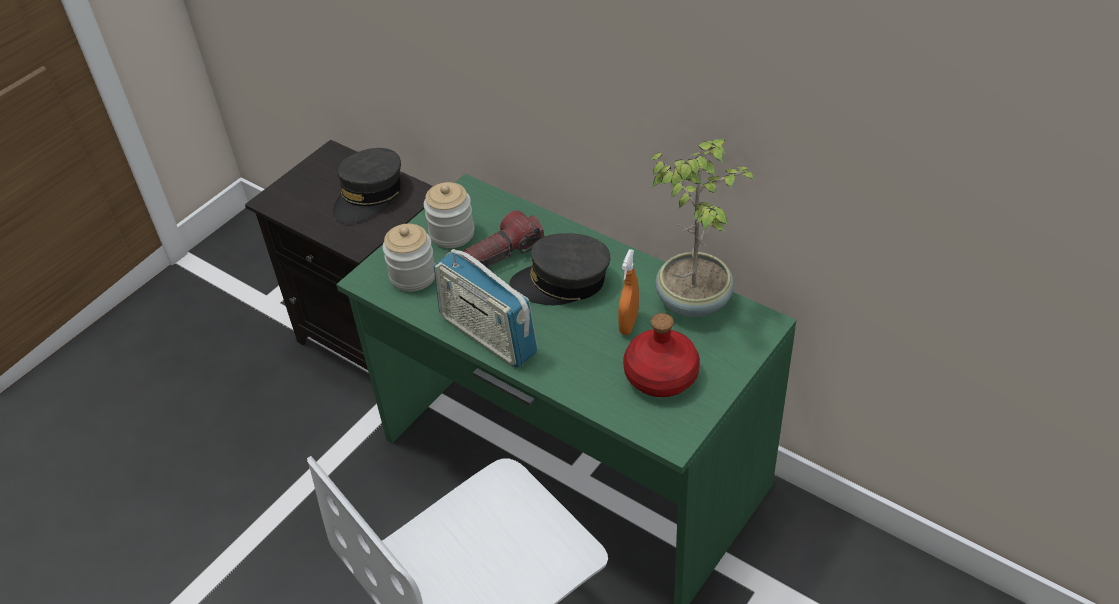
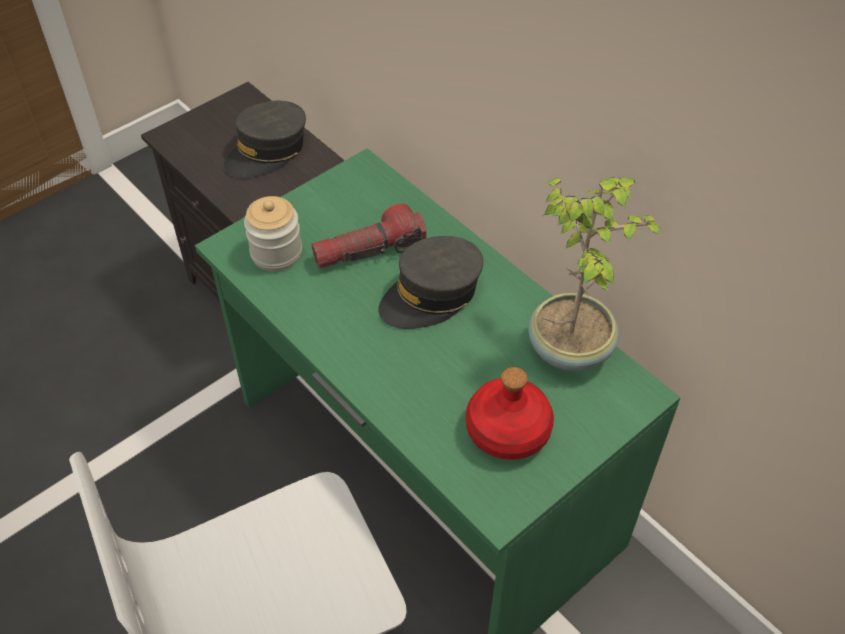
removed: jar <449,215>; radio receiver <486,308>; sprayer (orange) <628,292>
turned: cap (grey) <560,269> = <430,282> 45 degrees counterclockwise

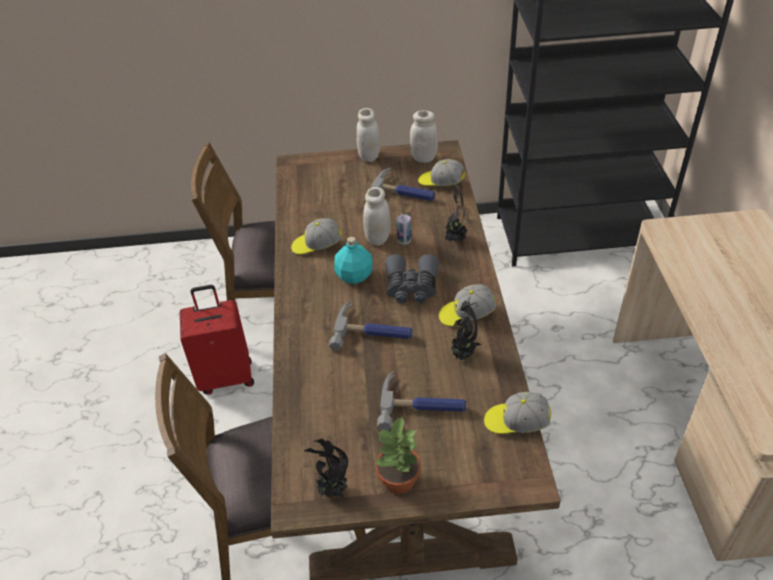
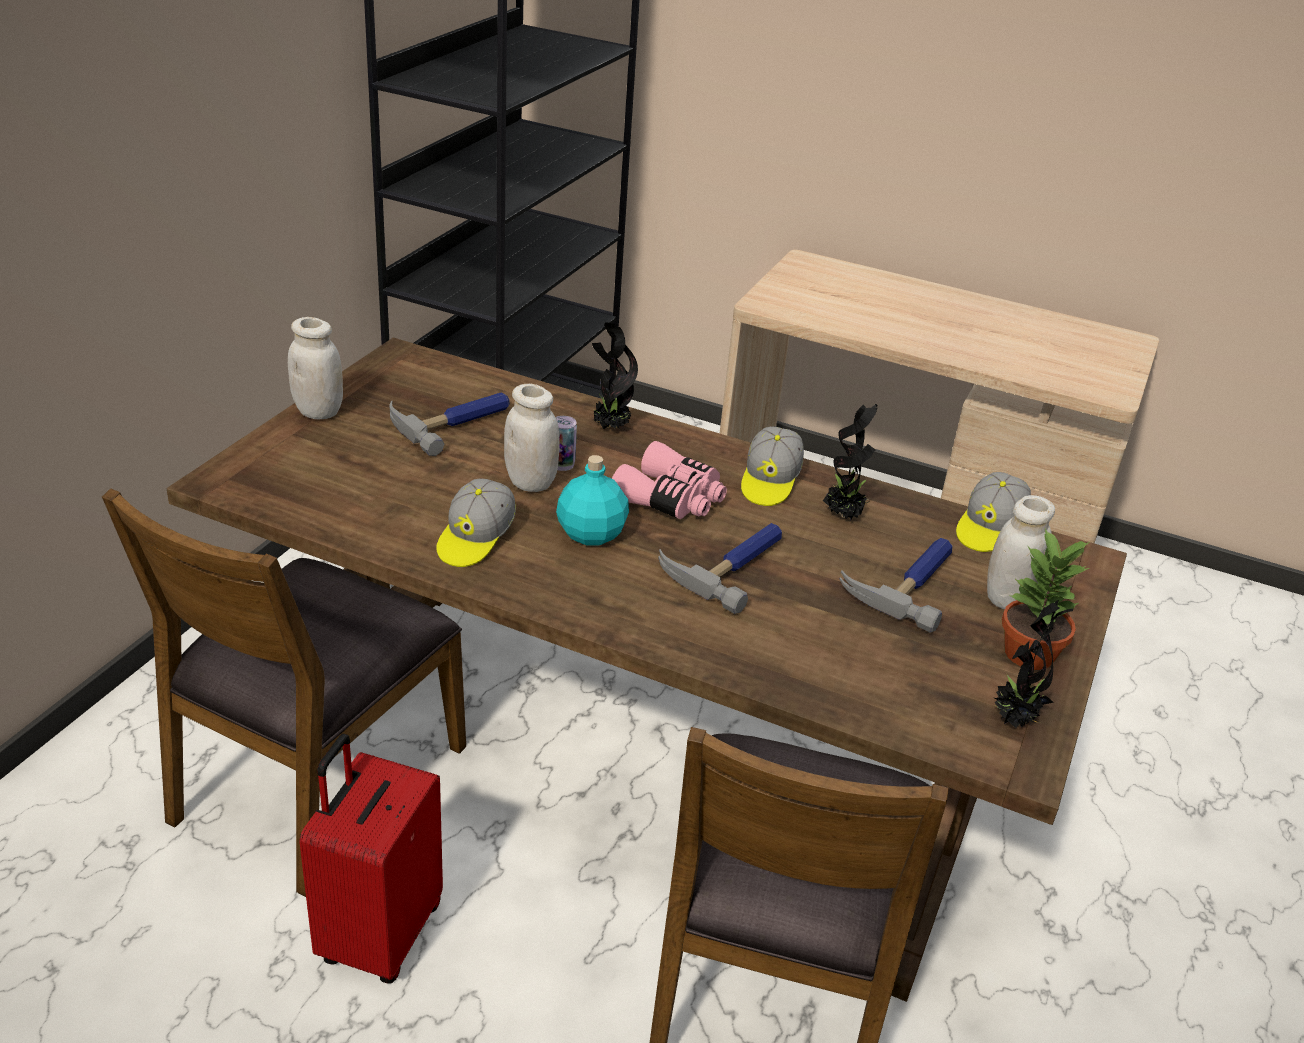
removed: cap <441,172>
moved: jar (whitish) <424,136> to <1021,552>
recoloured: pair of binoculars (grey) <412,279> to pair of binoculars (pink-coloured) <669,480>

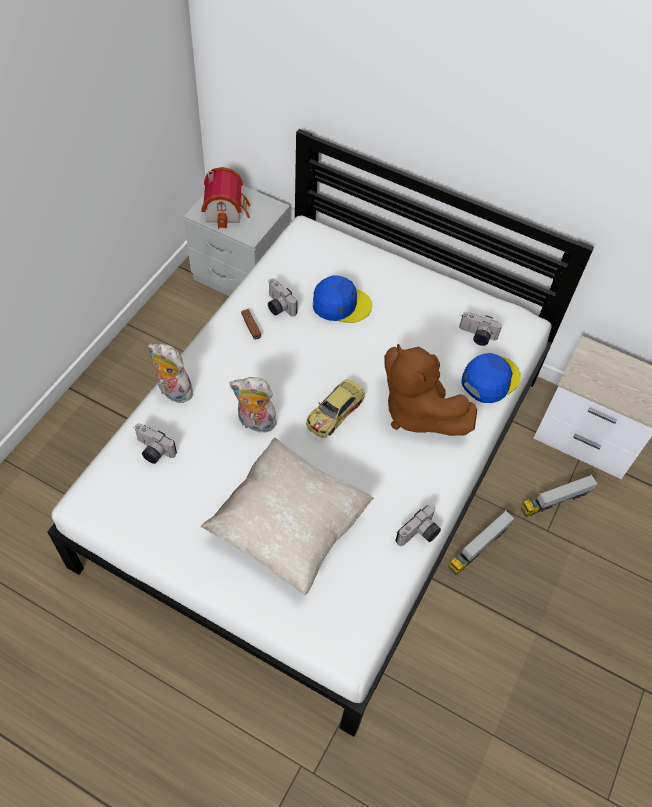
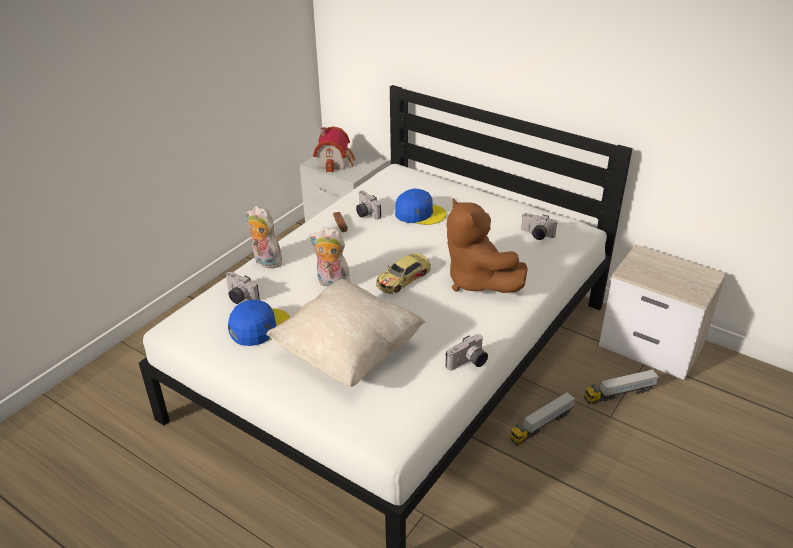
moved: cap (bluish) <491,378> to <259,323>

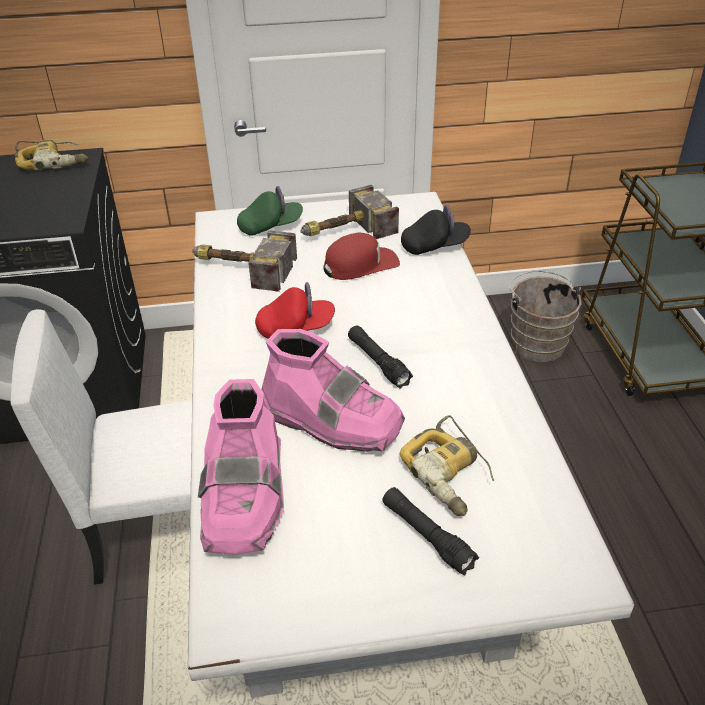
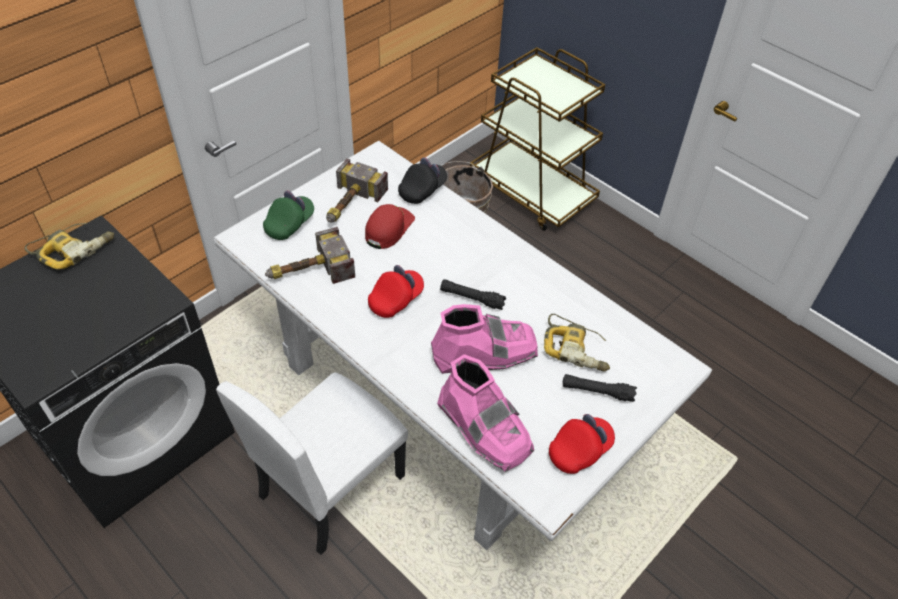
added: cap (red-coloured) <582,444>

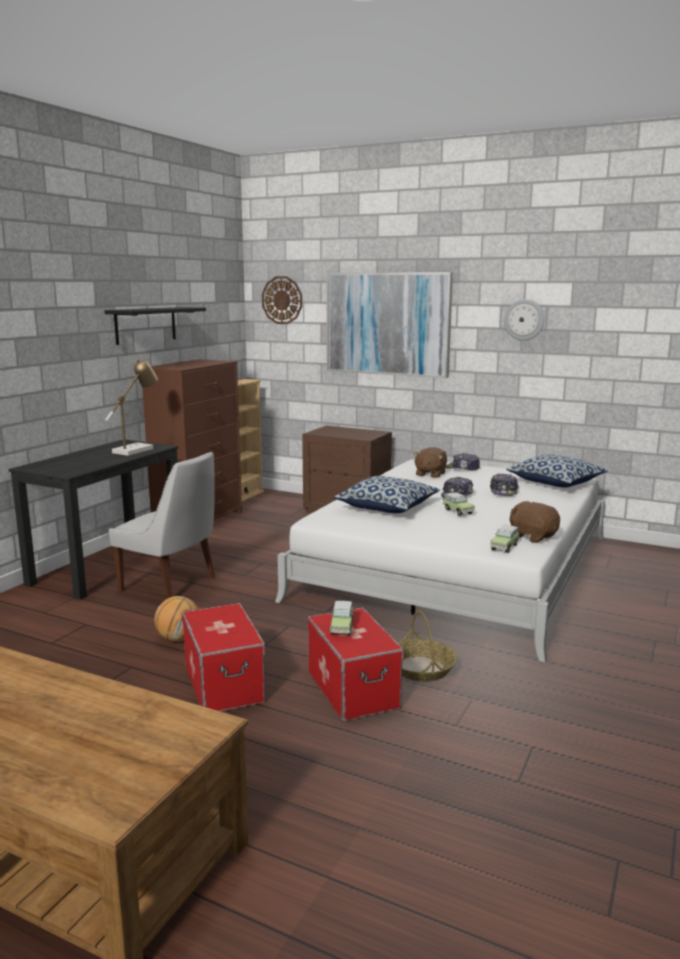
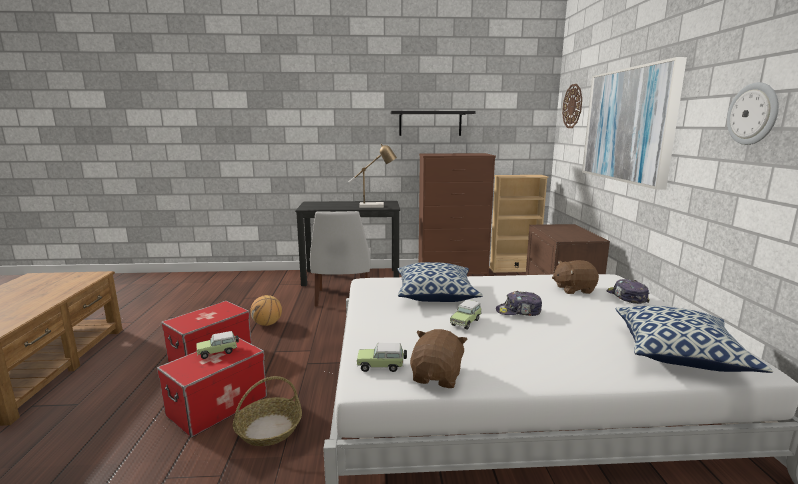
removed: cap <504,485>

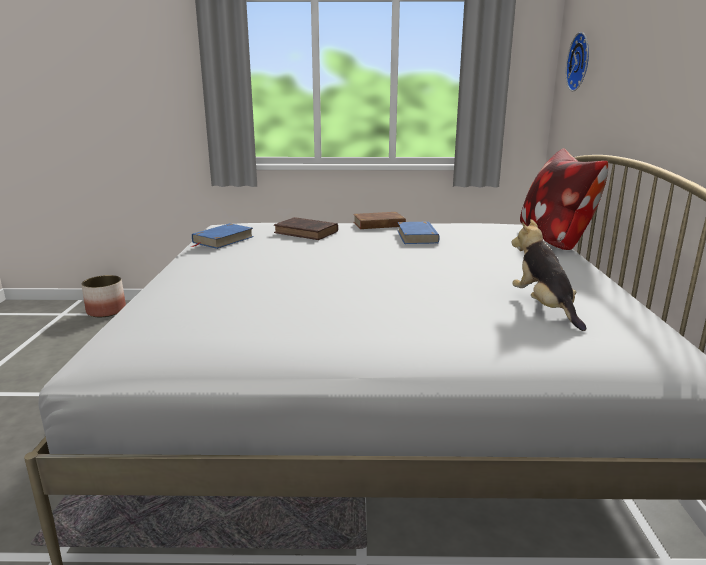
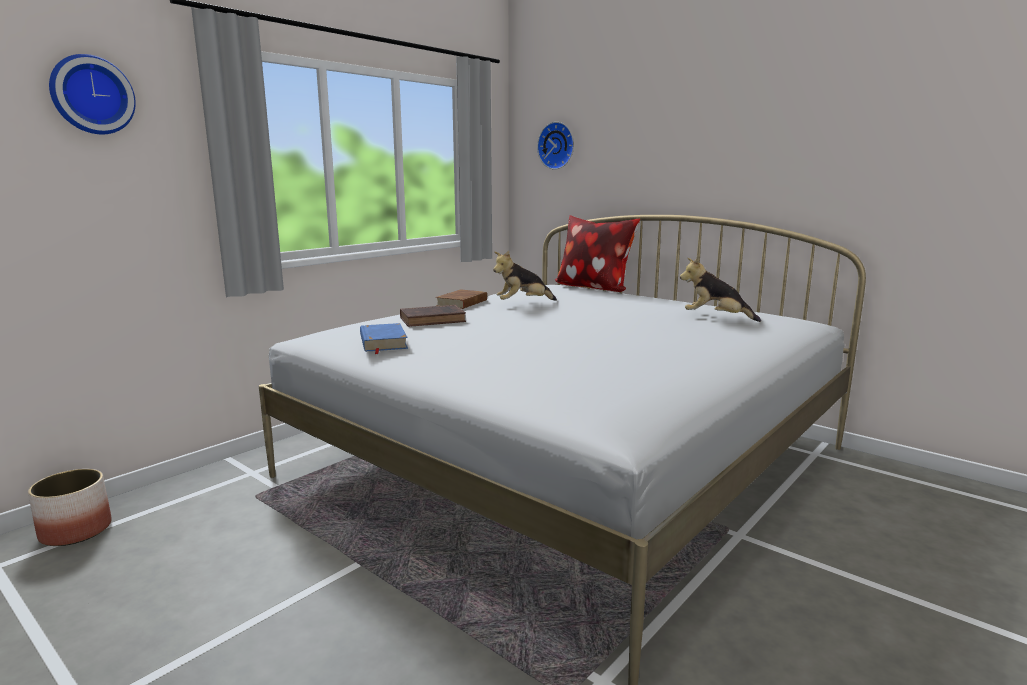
added: hanging clock <92,94>
replaced: book (bluish) <418,232> to cuddly toy <525,276>

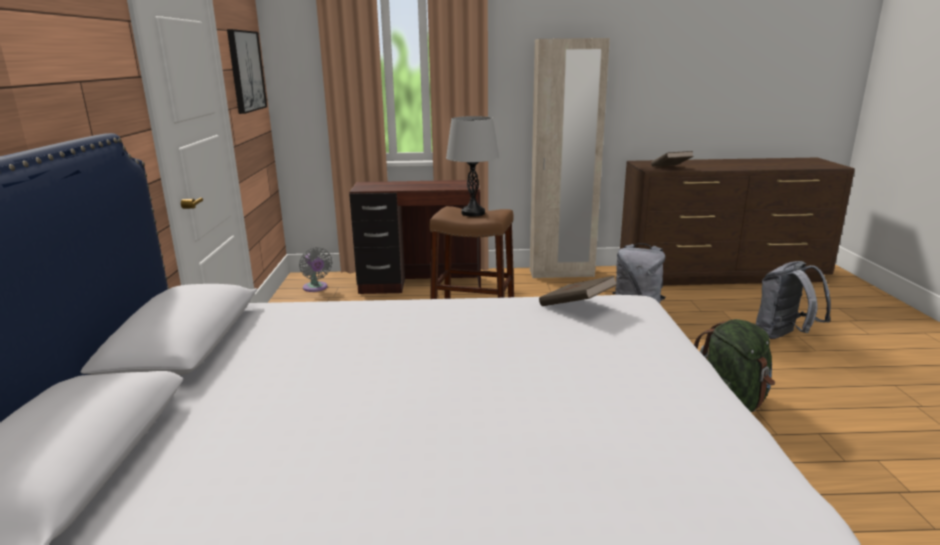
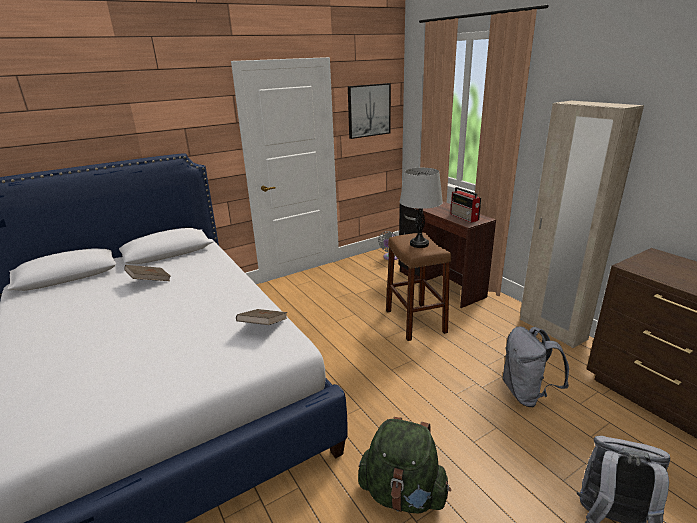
added: radio receiver <466,205>
moved: book (brownish) <672,159> to <147,273>

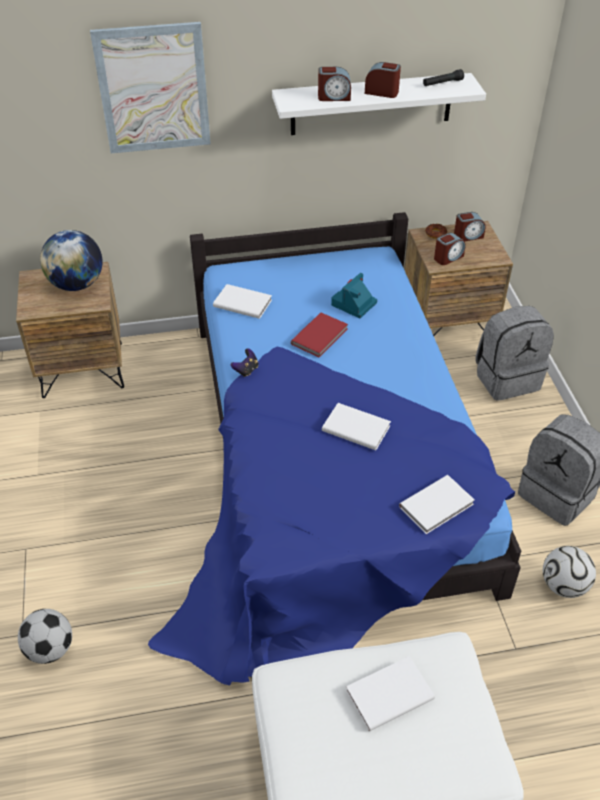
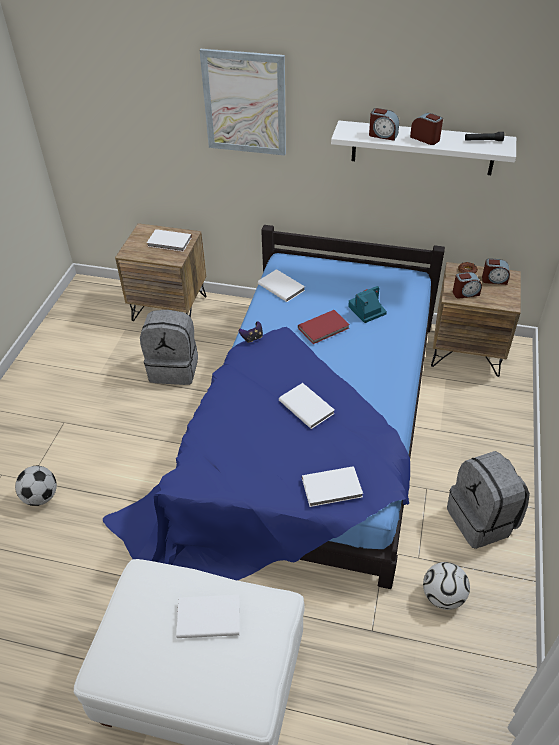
moved: rucksack (grey) <514,353> to <169,347>
replaced: world globe <71,260> to book (whitish) <169,240>

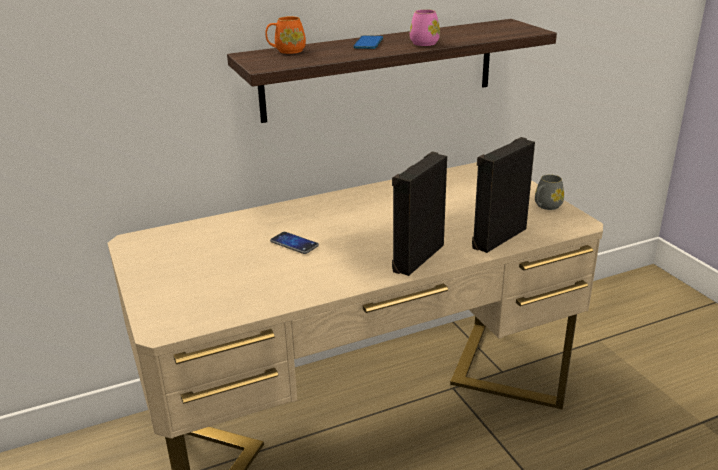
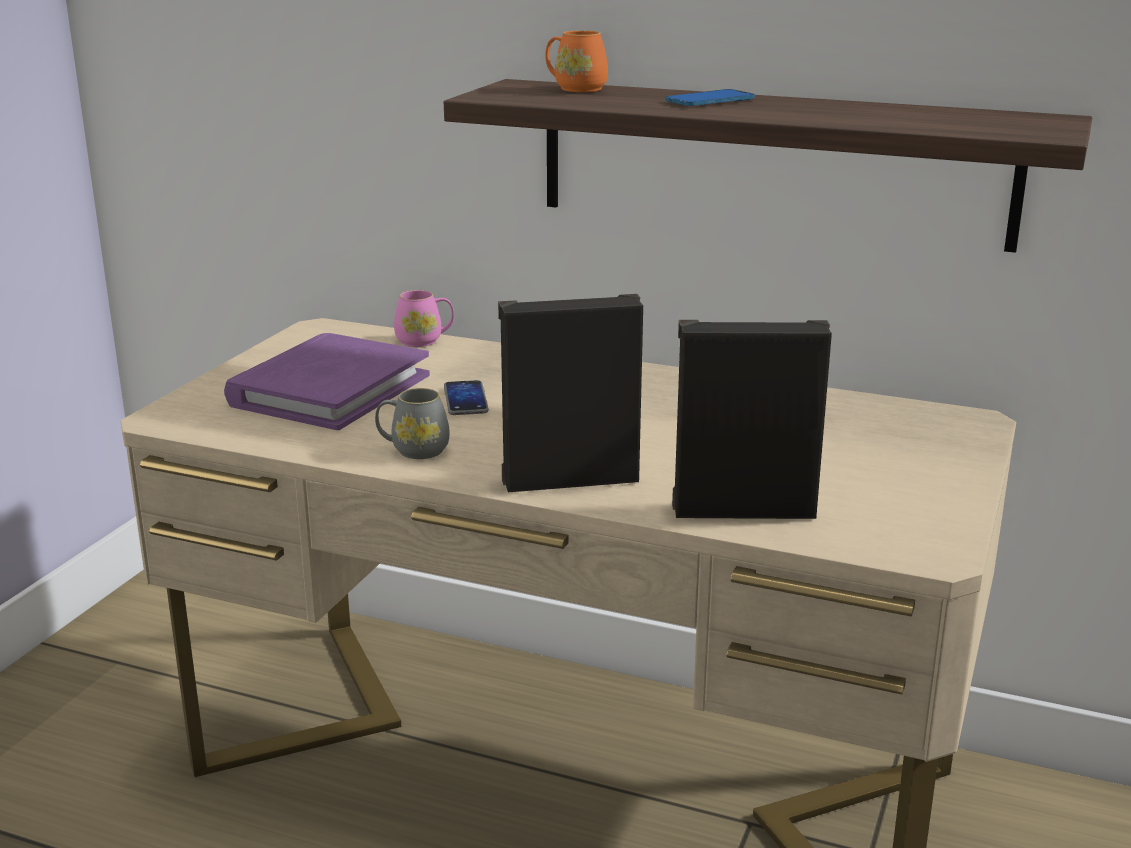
added: book (purplish) <327,381>
moved: mug (grey) <549,192> to <412,423>; mug (pink-coloured) <425,27> to <424,318>

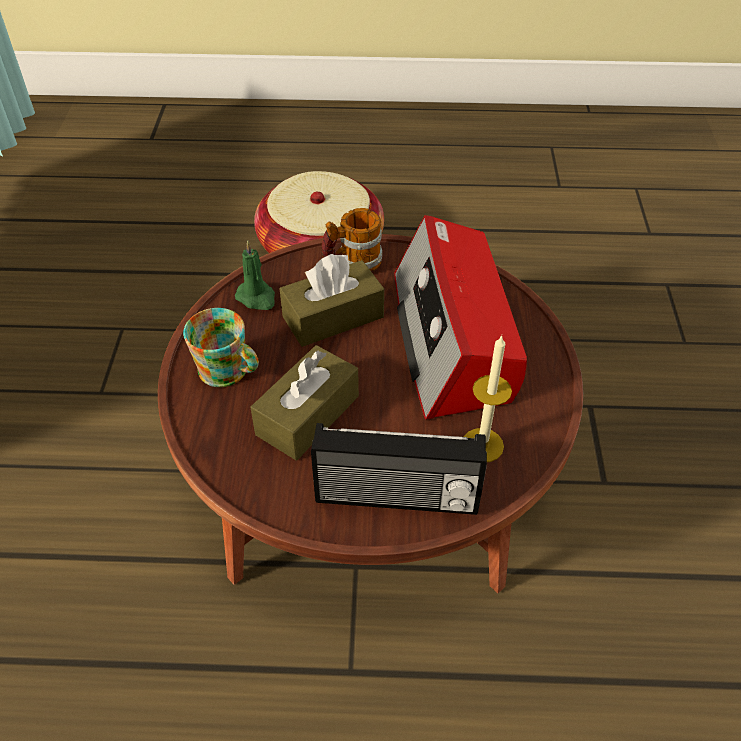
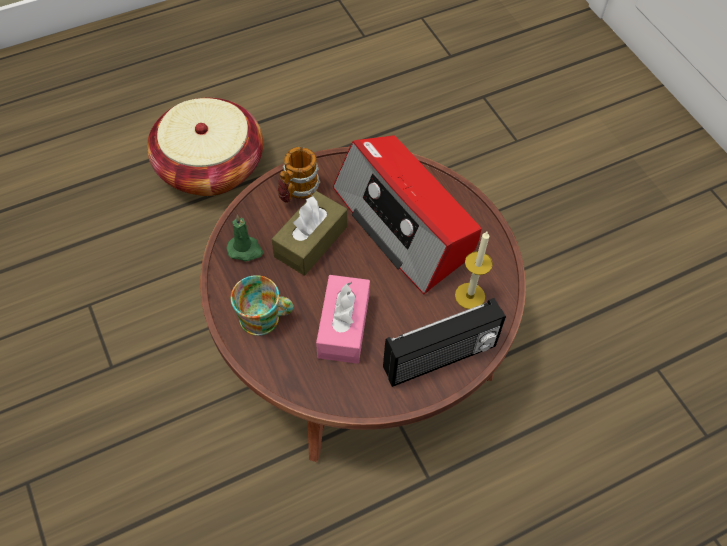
recoloured: box of tissues (brownish) <304,402> to box of tissues (pink-coloured) <343,319>

